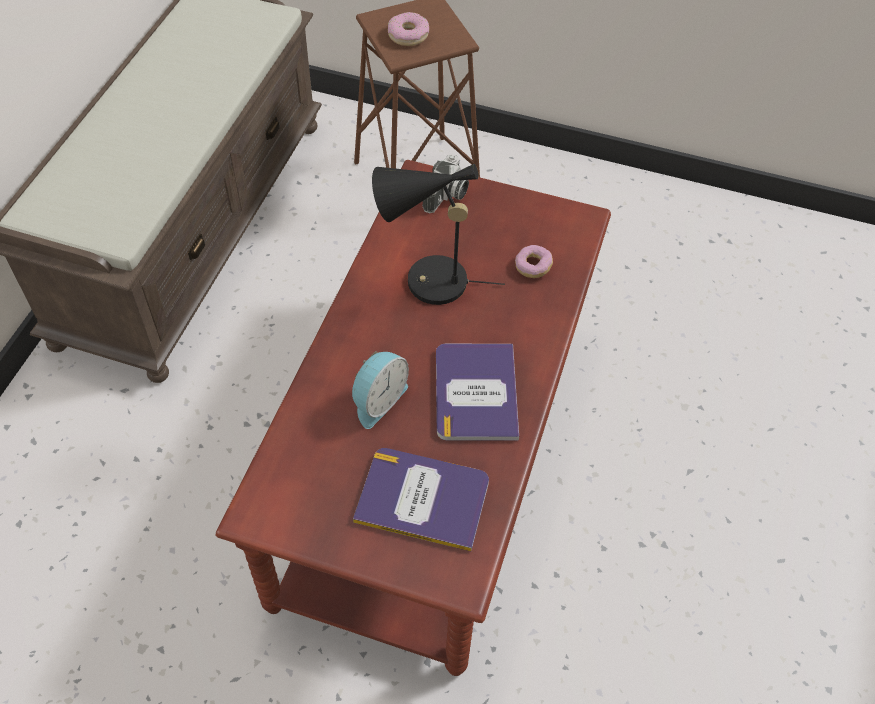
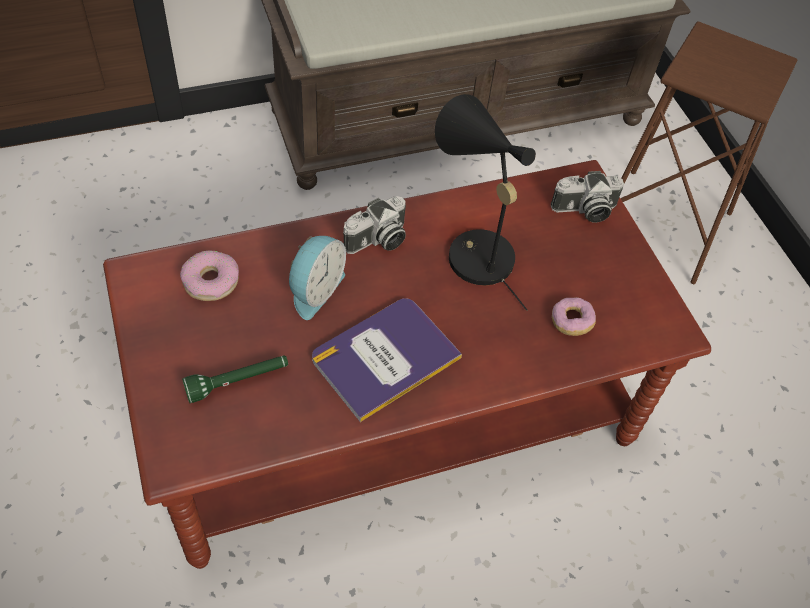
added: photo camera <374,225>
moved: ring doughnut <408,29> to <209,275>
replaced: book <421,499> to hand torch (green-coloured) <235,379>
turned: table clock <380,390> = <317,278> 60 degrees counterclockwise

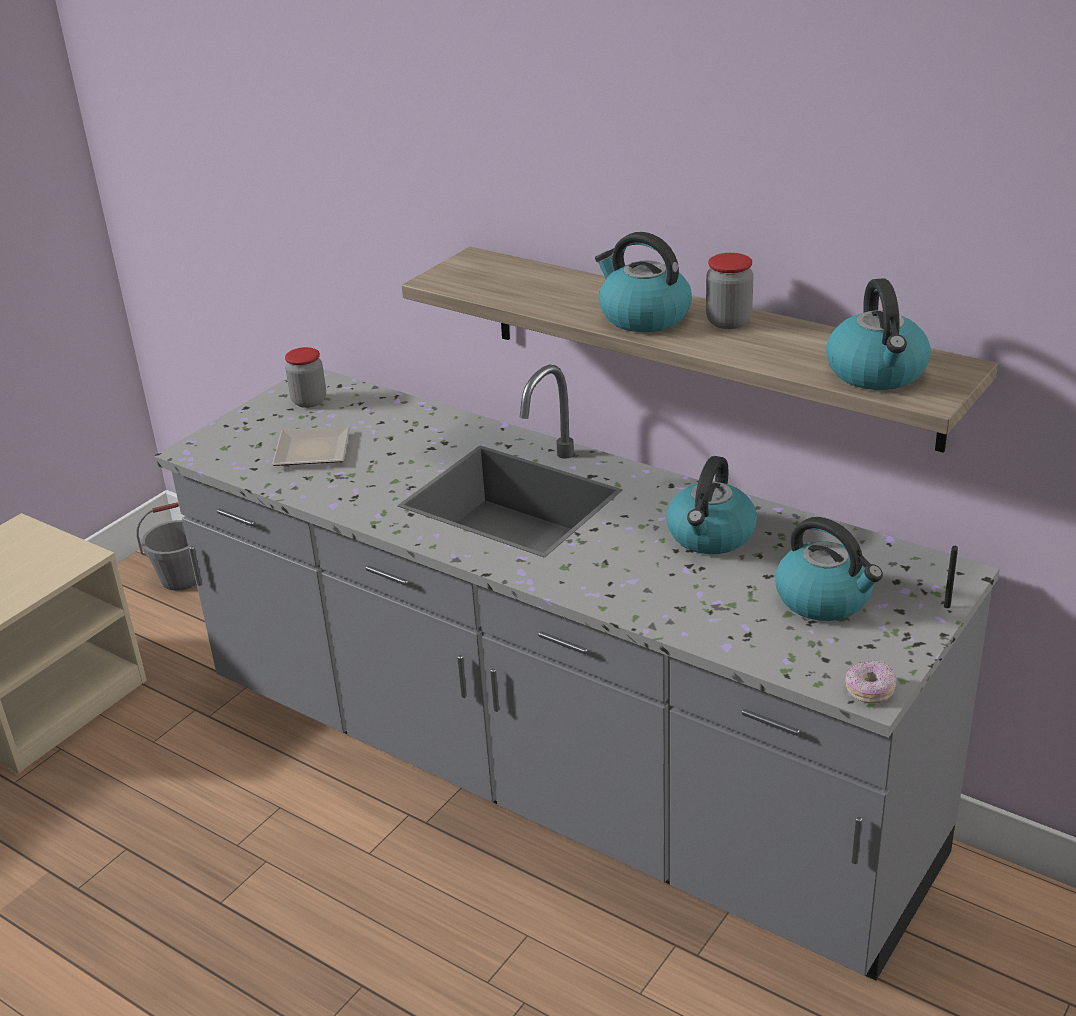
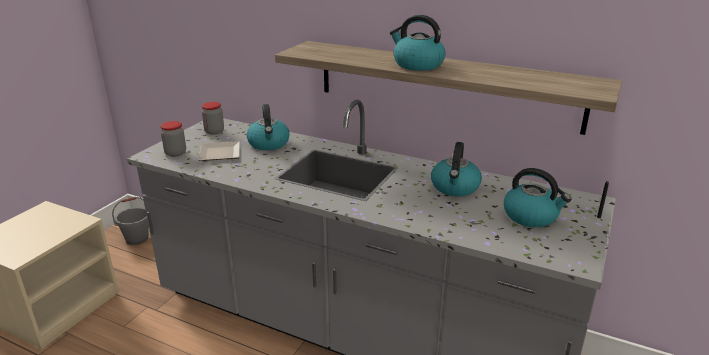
removed: ring doughnut <871,682>
moved: jar <730,291> to <173,139>; water kettle <878,334> to <268,127>

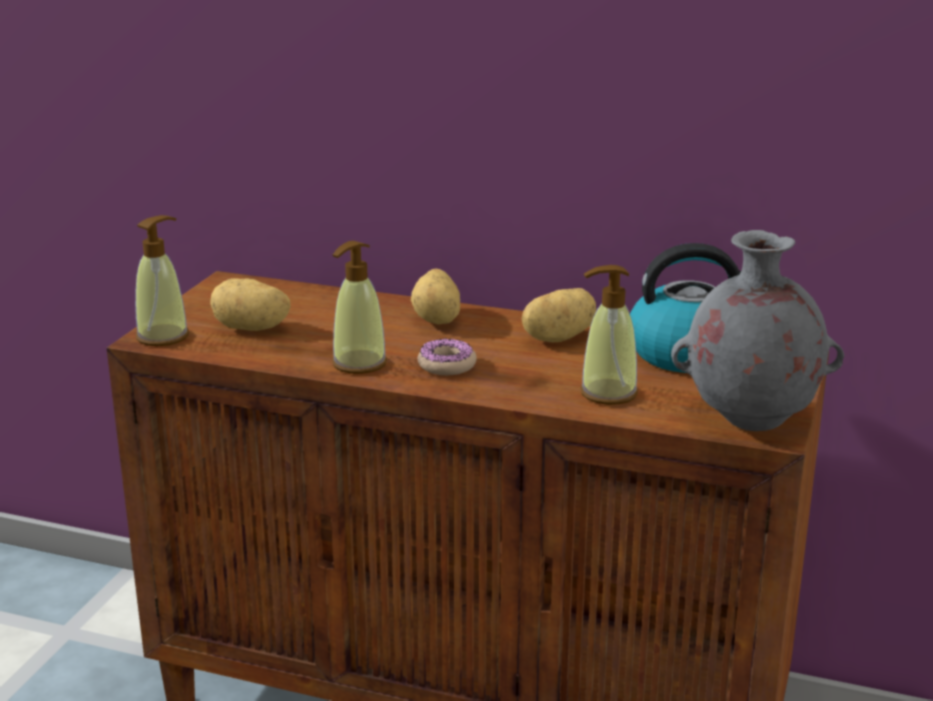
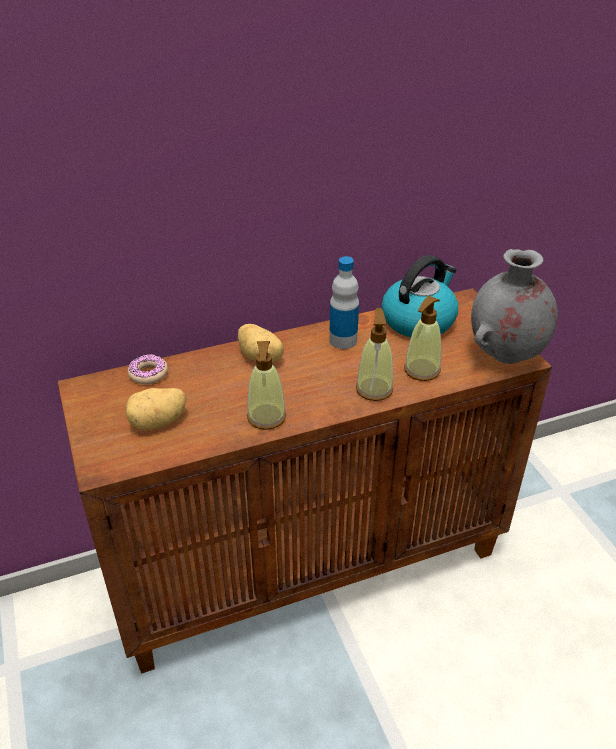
moved: ring doughnut <447,356> to <148,369>; liquid soap bottle <162,280> to <374,354>
replaced: potato <559,315> to drink bottle <344,302>

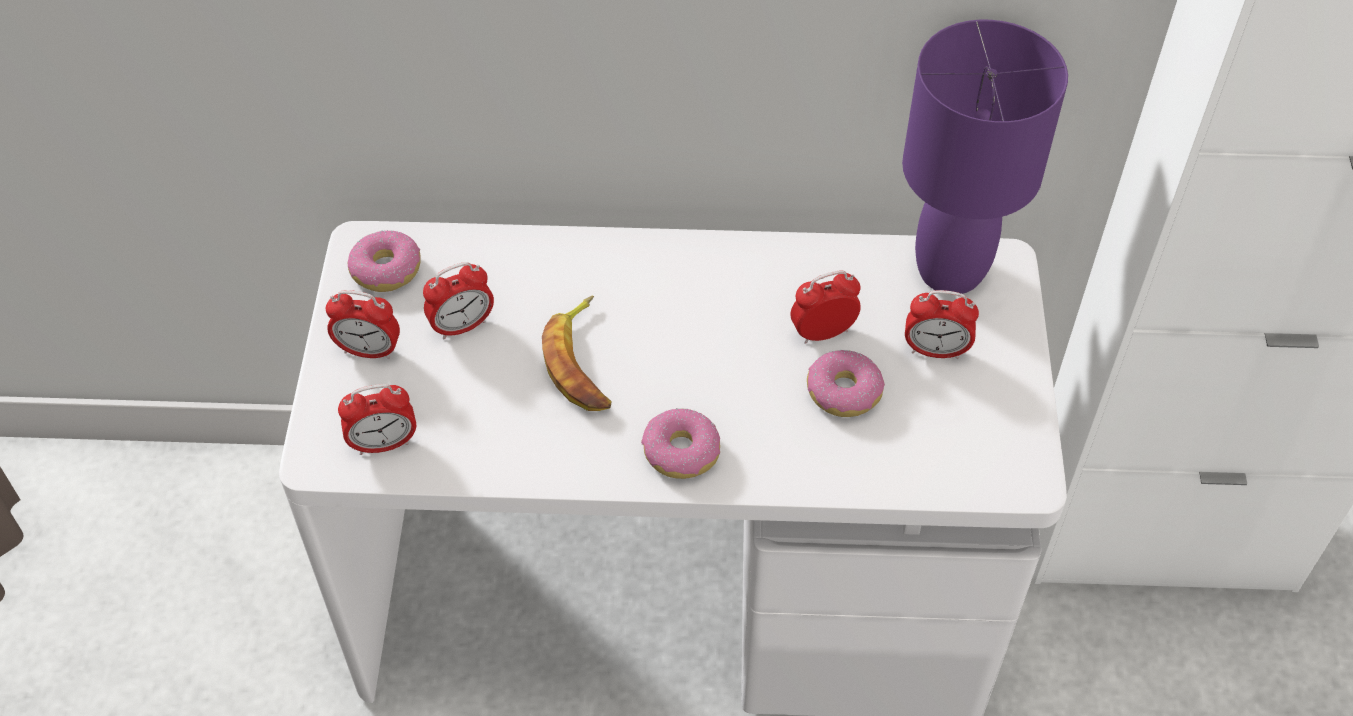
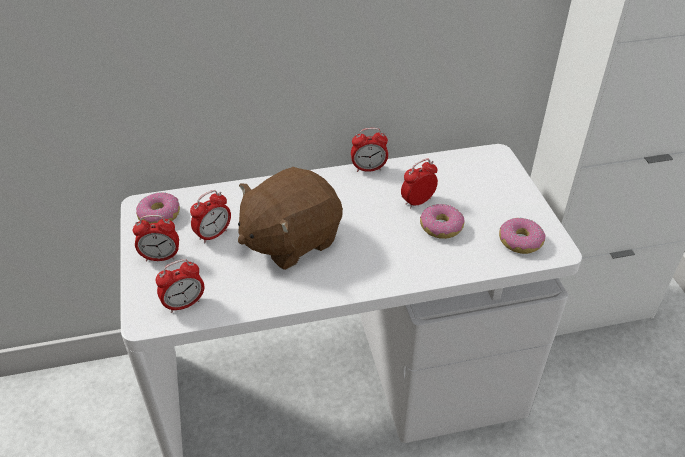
removed: tabletop lamp (purplish) <985,157>
moved: table clock <942,324> to <369,150>; ring doughnut <680,443> to <522,236>
replaced: banana fruit <576,353> to cuddly toy (brownish) <290,218>

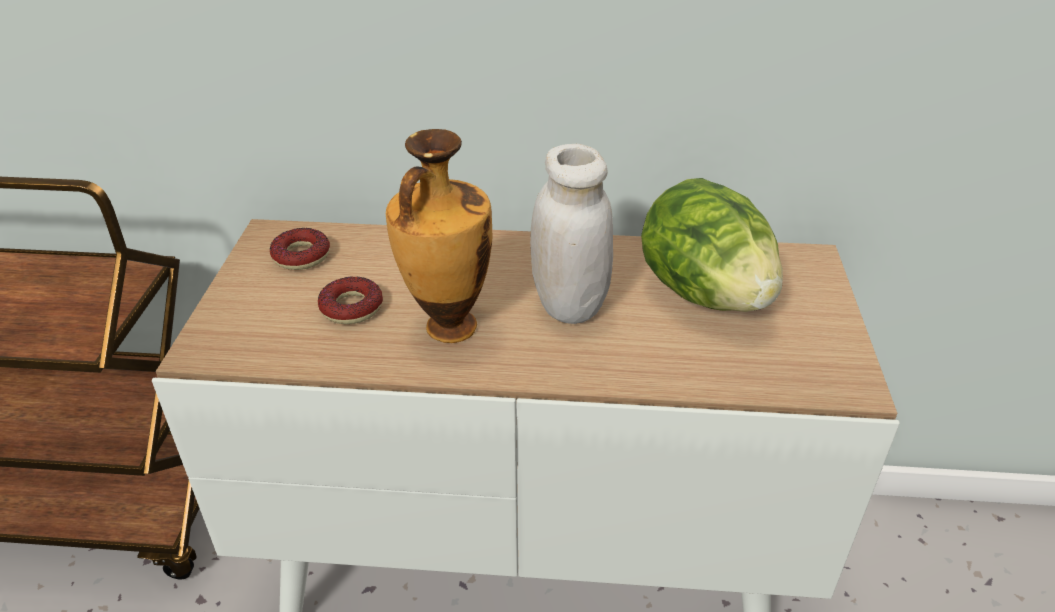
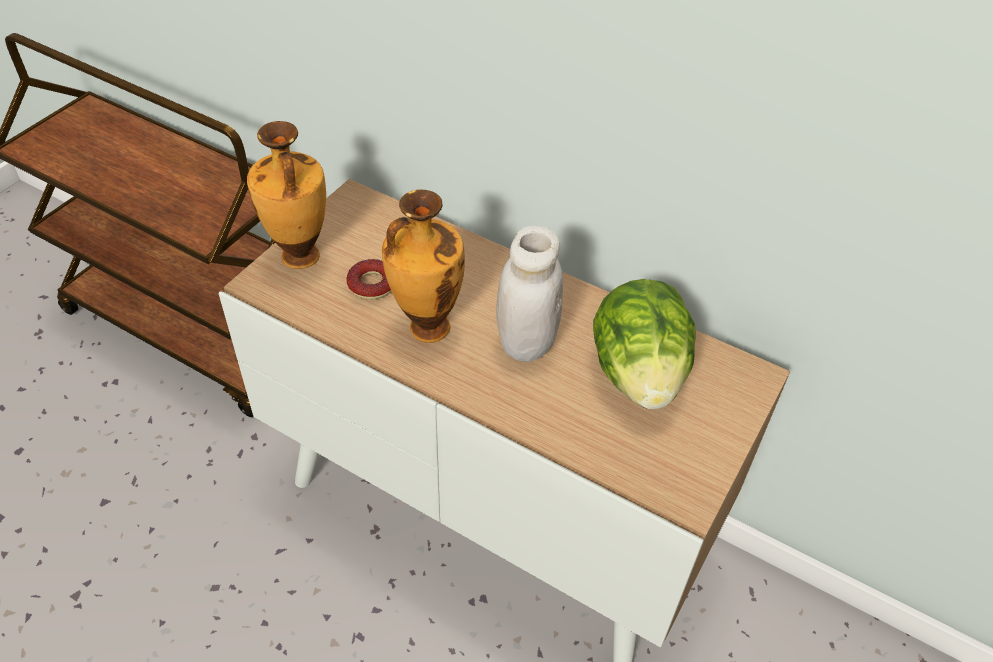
removed: ring doughnut <300,249>
added: decorative vase <286,195>

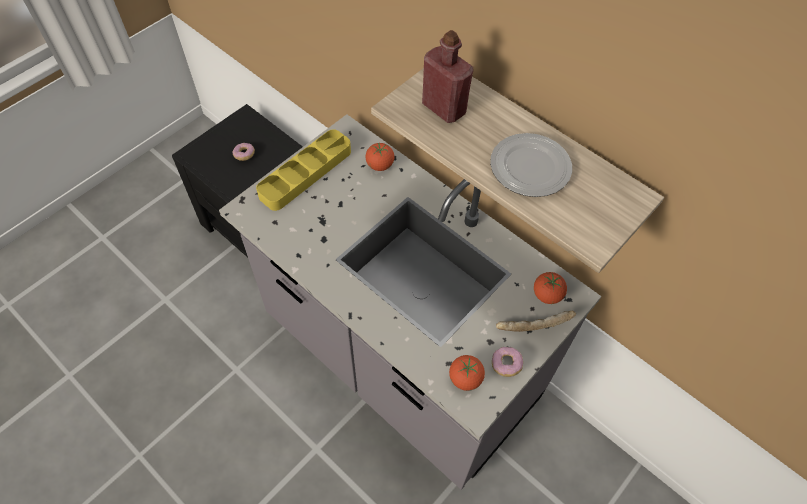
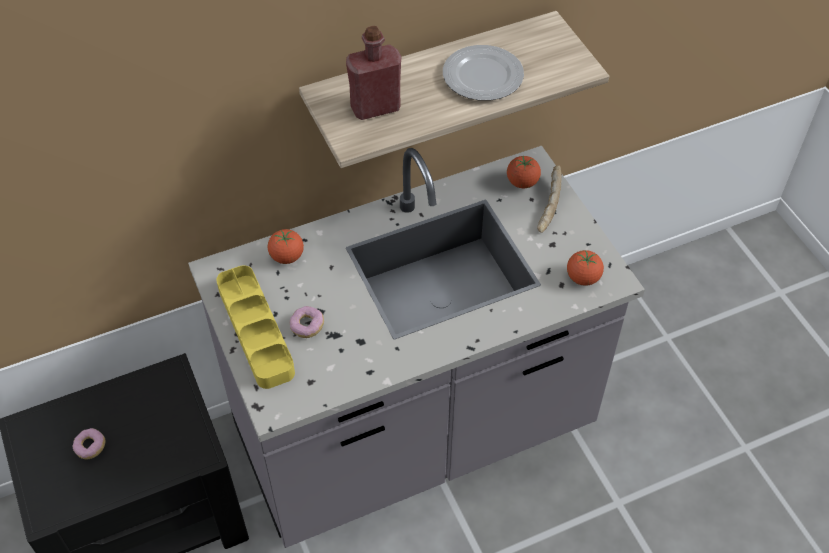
moved: ring doughnut <507,362> to <307,322>

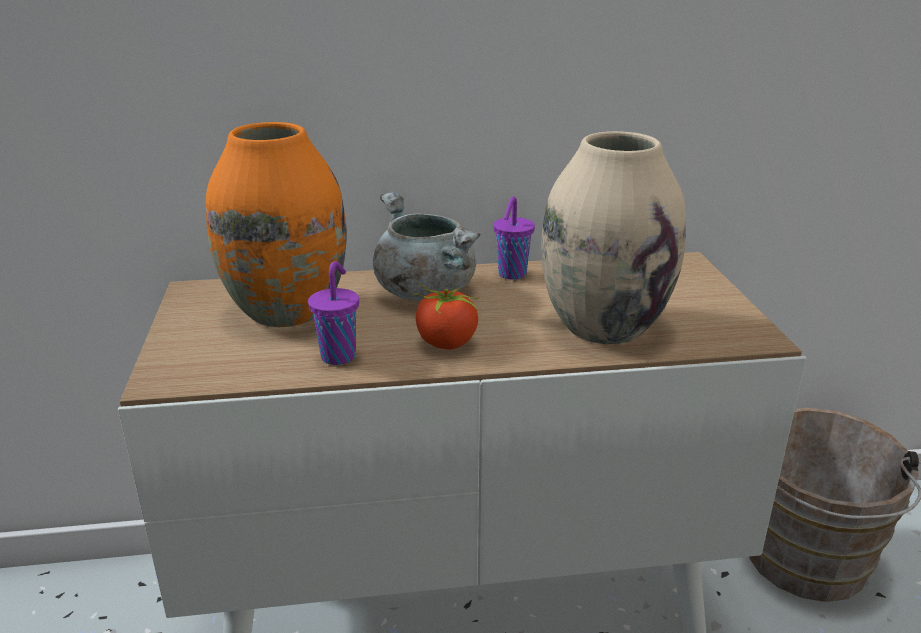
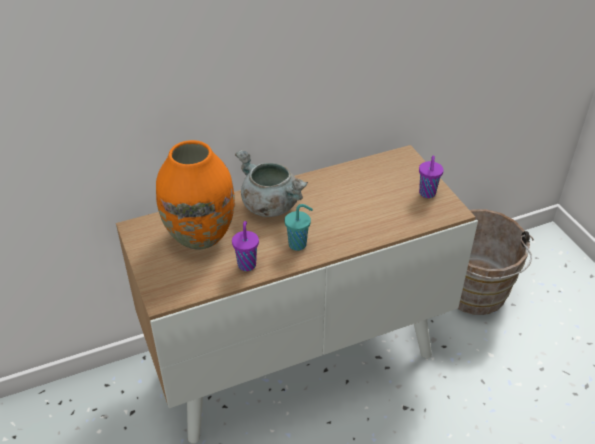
removed: decorative vase (beige) <613,238>
moved: drinking cup (purplish) <514,238> to <431,176>
replaced: whole tomato <445,316> to drinking cup (turquoise-coloured) <298,227>

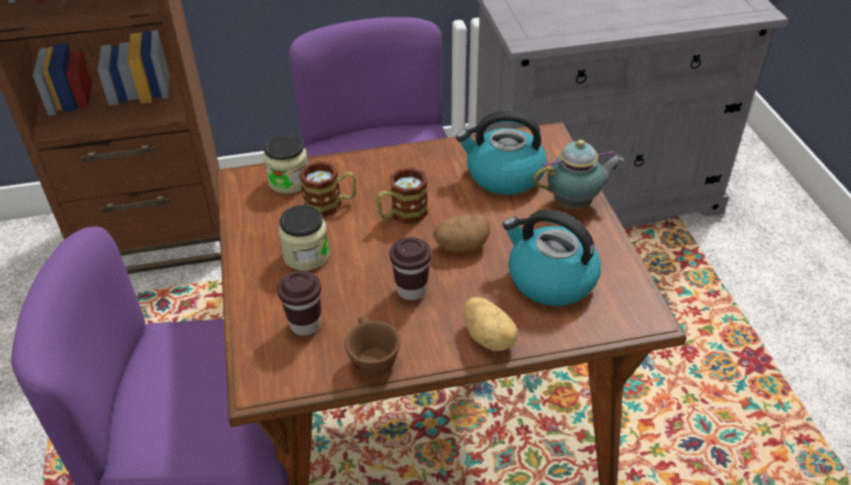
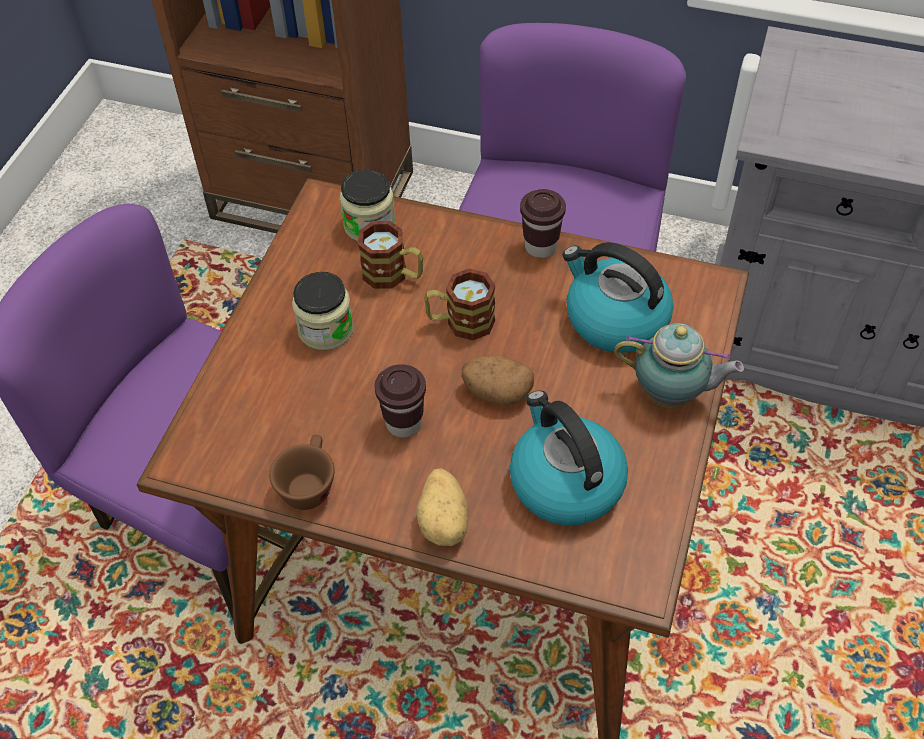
moved: drinking cup (brownish) <299,303> to <543,223>

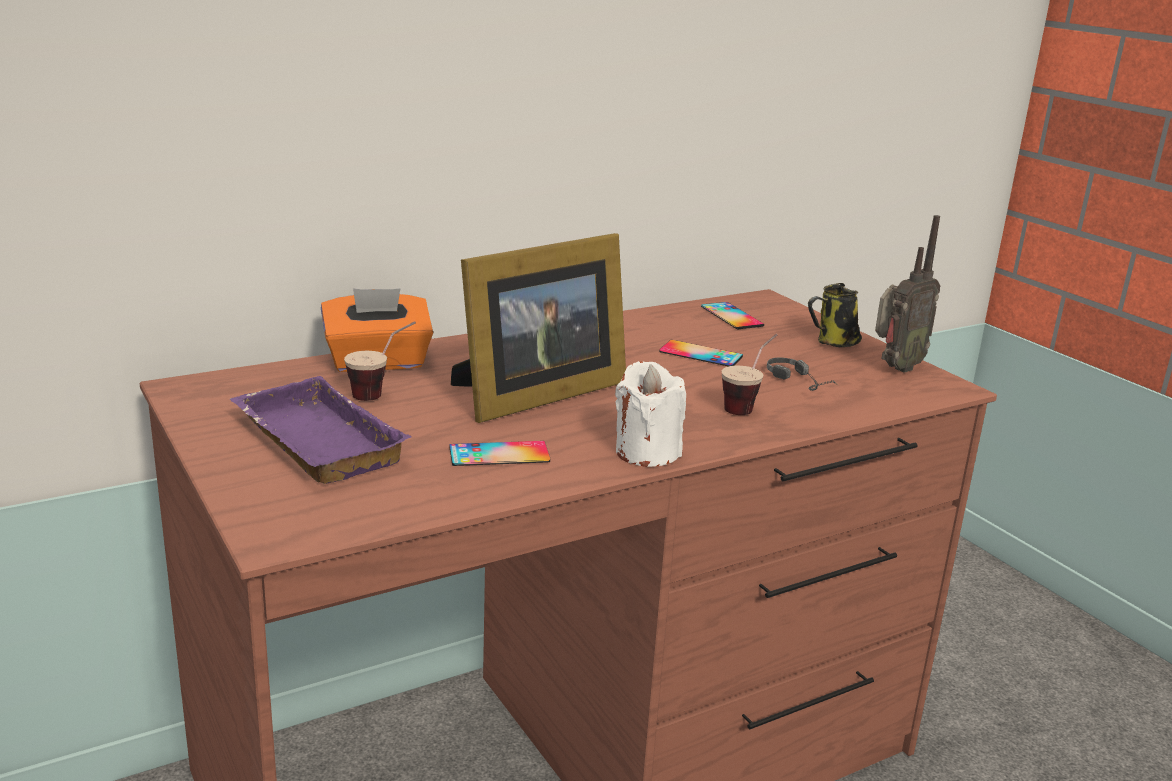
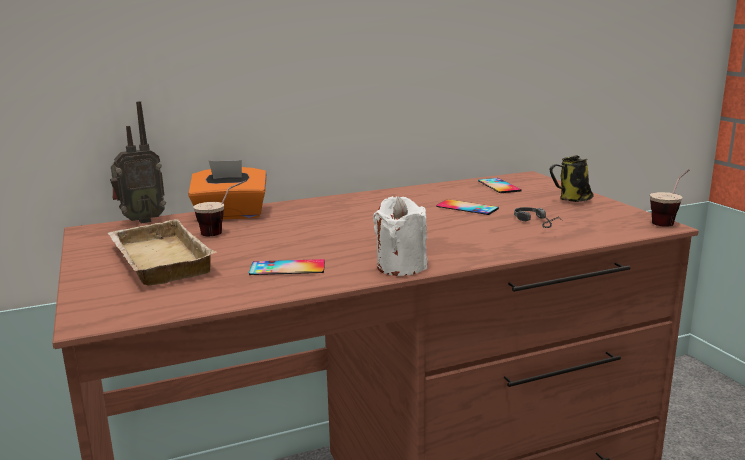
removed: photo frame <538,328>
moved: radio receiver <908,294> to <138,162>; drinking cup <749,374> to <669,198>
recoloured: serving tray (purplish) <320,430> to serving tray (beige) <162,252>

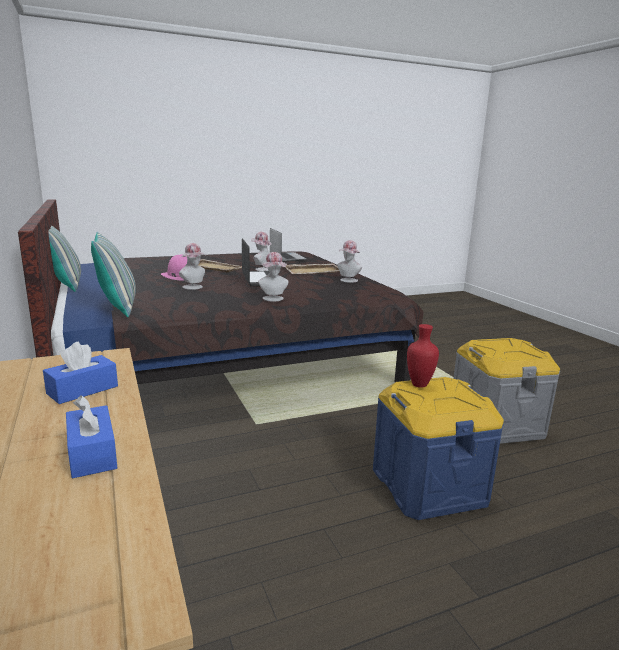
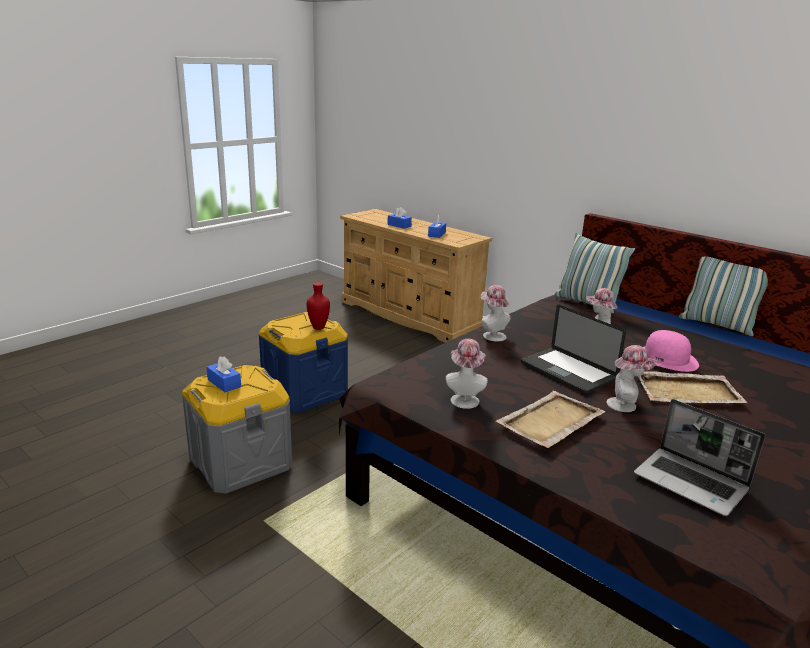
added: box of tissues (bluish) <224,374>

